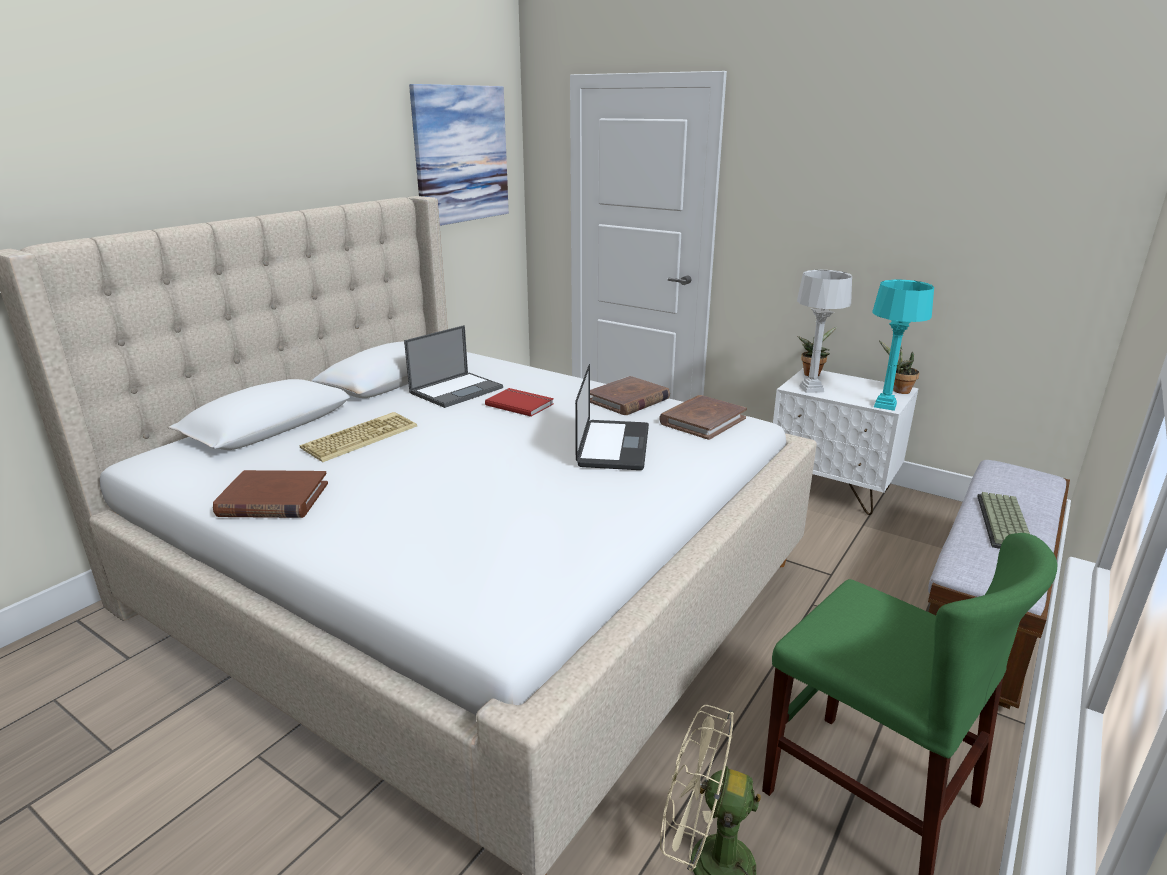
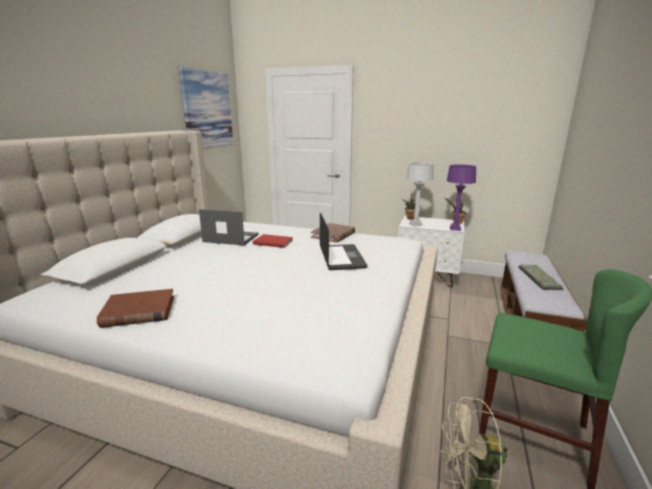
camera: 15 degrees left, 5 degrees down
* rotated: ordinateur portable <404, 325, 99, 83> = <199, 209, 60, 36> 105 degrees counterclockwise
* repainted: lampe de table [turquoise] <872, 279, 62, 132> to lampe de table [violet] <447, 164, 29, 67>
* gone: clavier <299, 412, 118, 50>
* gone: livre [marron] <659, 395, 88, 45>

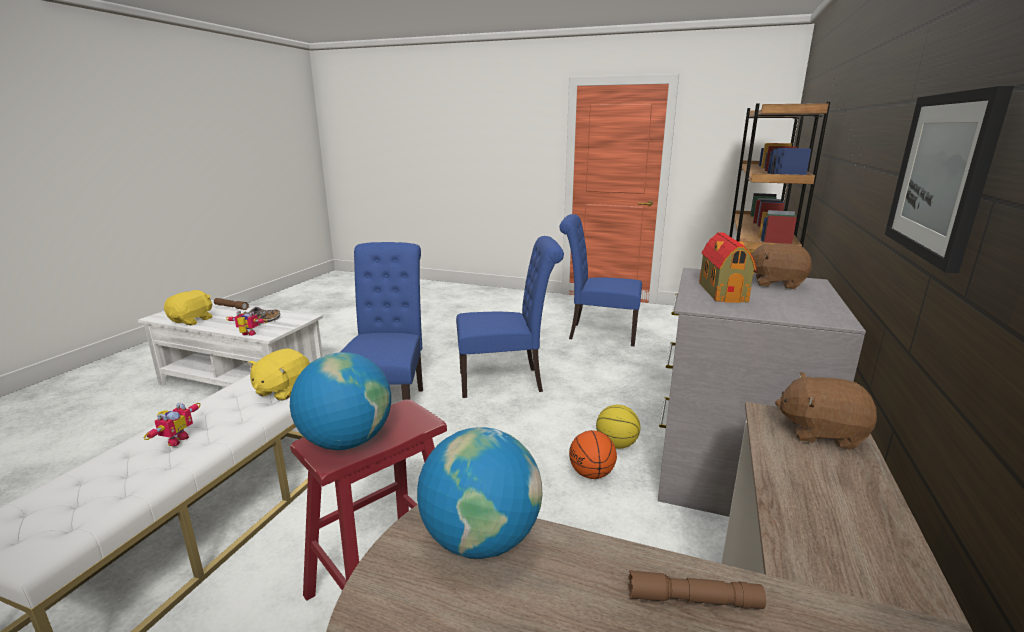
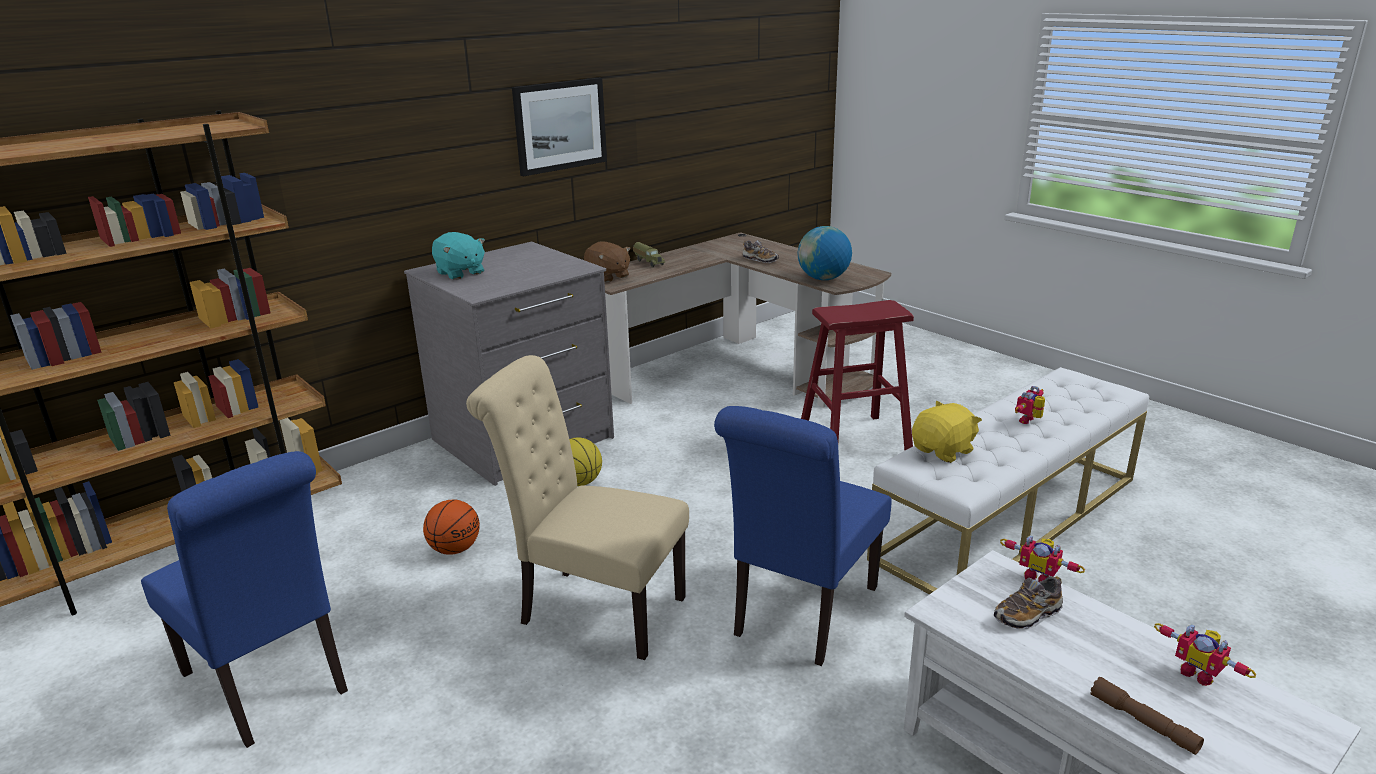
camera: 150 degrees left, 5 degrees up
* shifted: ballon de basket <569, 430, 48, 49> to <423, 499, 57, 56>
* repainted: peluche [marron] <751, 243, 61, 46> to peluche [turquoise] <432, 232, 53, 48>
* repainted: chaise [bleu] <456, 236, 108, 162> to chaise [beige] <466, 355, 223, 305>
* new: camion jouet <633, 242, 32, 25>
* swapped: lampe de poche [marron] <628, 570, 138, 39> to chaussure <743, 240, 36, 23>
* swapped: peluche [jaune] <164, 290, 49, 35> to robot jouet <1154, 623, 103, 63>
* gone: globe <290, 352, 101, 98>
* gone: maison miniature <699, 233, 58, 70>

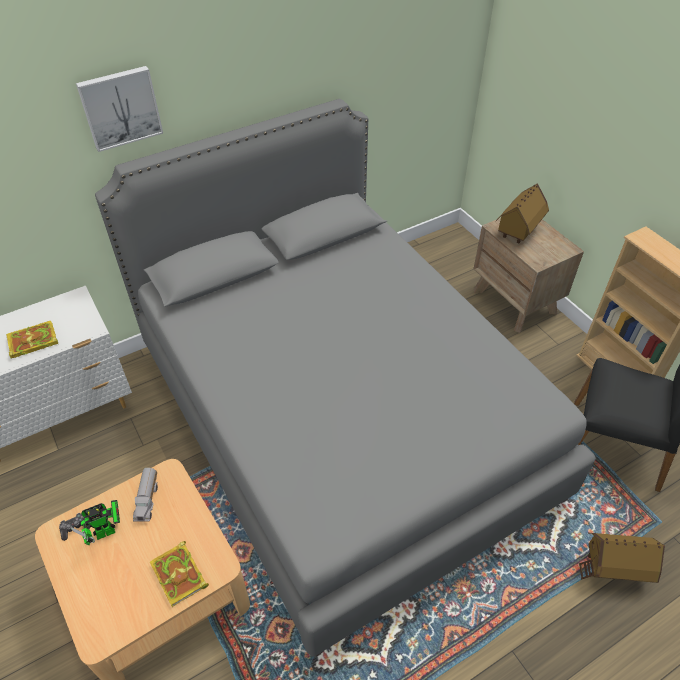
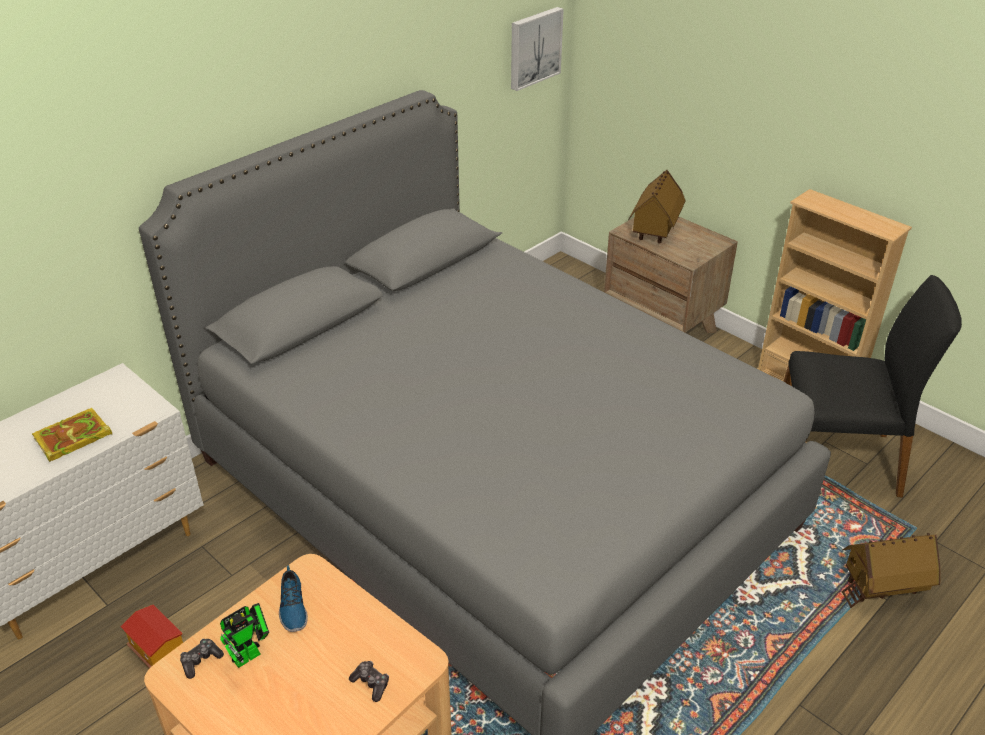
camera: 15 degrees left, 10 degrees down
* new: maison miniature <120, 605, 63, 63>
* swapped: camion jouet <133, 468, 25, 53> to chaussure <279, 565, 29, 67>
* swapped: livre <150, 541, 59, 66> to manette <349, 661, 40, 41>
* shifted: tableau <76, 66, 87, 86> to <511, 7, 53, 84>

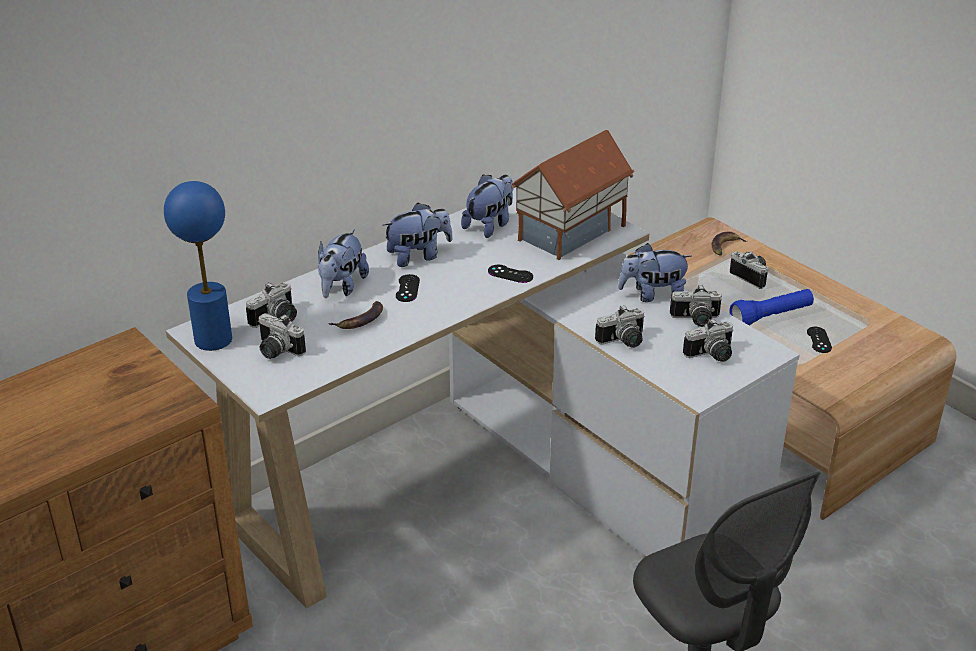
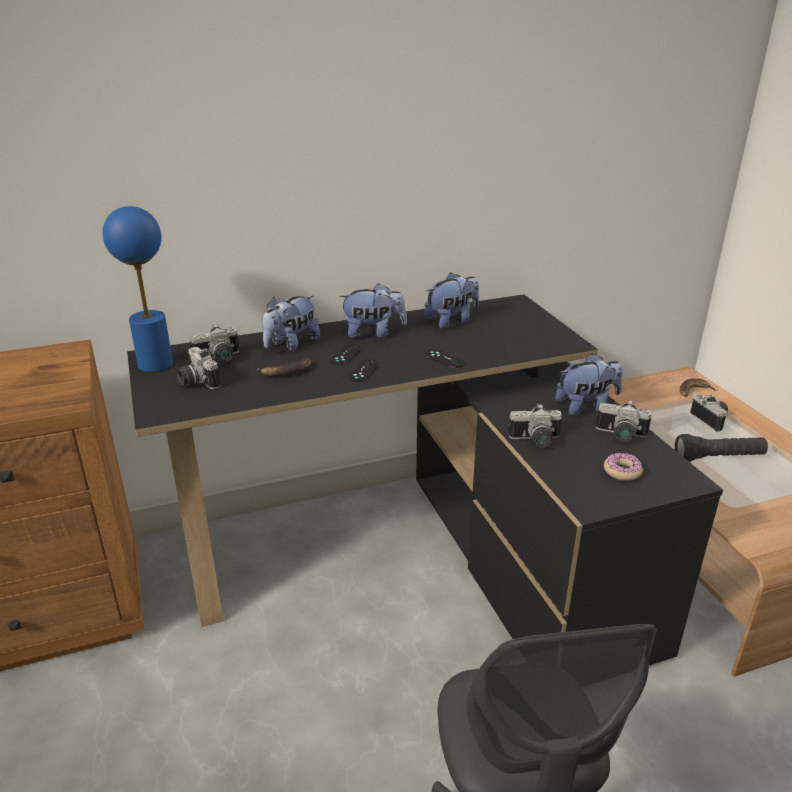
camera: 20 degrees right, 5 degrees down
* repainted: bureau [blanc] <166, 187, 634, 422> to bureau [noir] <127, 295, 596, 370>
* shifted: manette [noir] <807, 327, 25, 26> to <348, 359, 31, 23>
* rotated: peluche <618, 243, 74, 59> = <555, 354, 68, 62> 150 degrees clockwise
* swapped: appareil photo <683, 318, 51, 44> to beignet <604, 453, 39, 28>
* repainted: lampe de poche [bleu] <730, 289, 84, 37> to lampe de poche [noir] <675, 434, 93, 28>
* gone: maison miniature <511, 130, 124, 130>

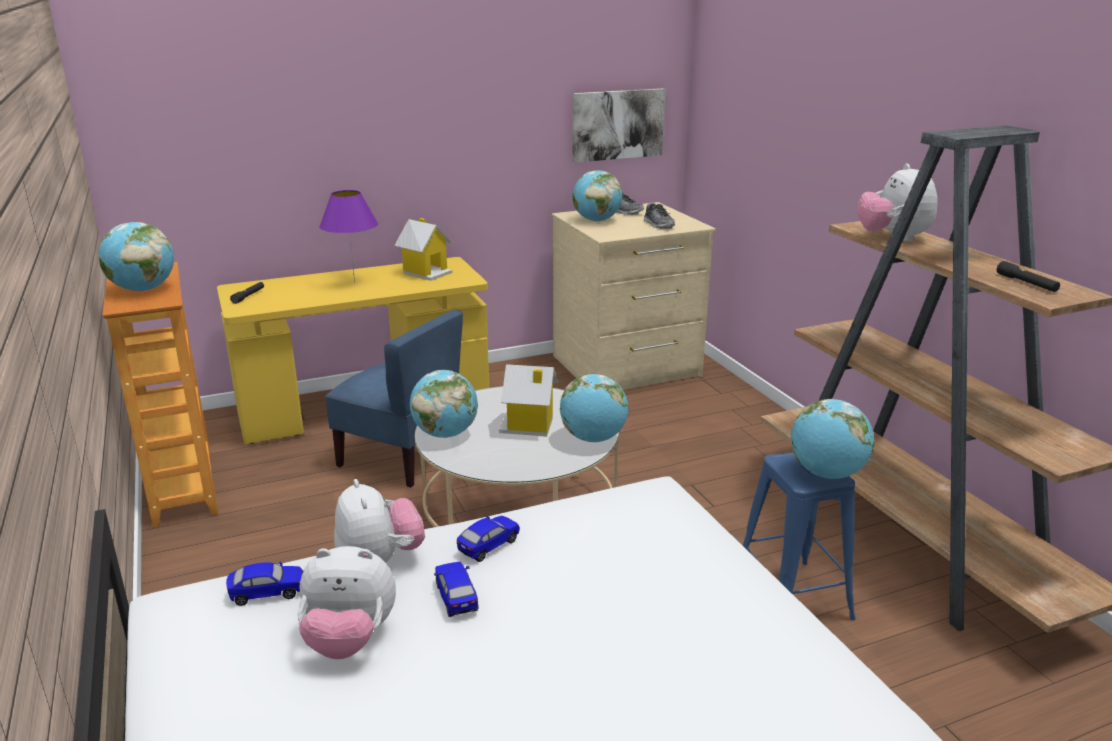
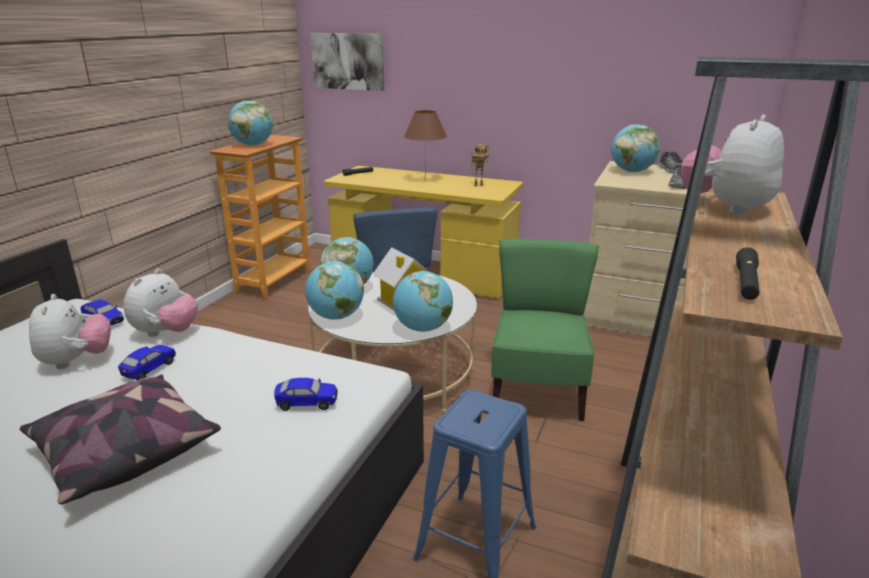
camera: 45 degrees right, 0 degrees up
* new: coussin <19, 374, 202, 130>
* rotated: peluche <297, 546, 99, 113> = <29, 294, 82, 75> 150 degrees counterclockwise
* shifted: petite voiture <457, 516, 63, 46> to <274, 378, 64, 33>
* shifted: globe <791, 399, 84, 80> to <305, 261, 59, 59>
* shifted: tableau <572, 88, 93, 75> to <310, 33, 74, 58>
* repainted: lampe de table [violet] <319, 190, 59, 93> to lampe de table [marron] <404, 110, 43, 71>
* swapped: maison miniature <394, 218, 58, 63> to robot jouet <471, 144, 18, 42>
* new: chaise [vert] <491, 239, 108, 182>

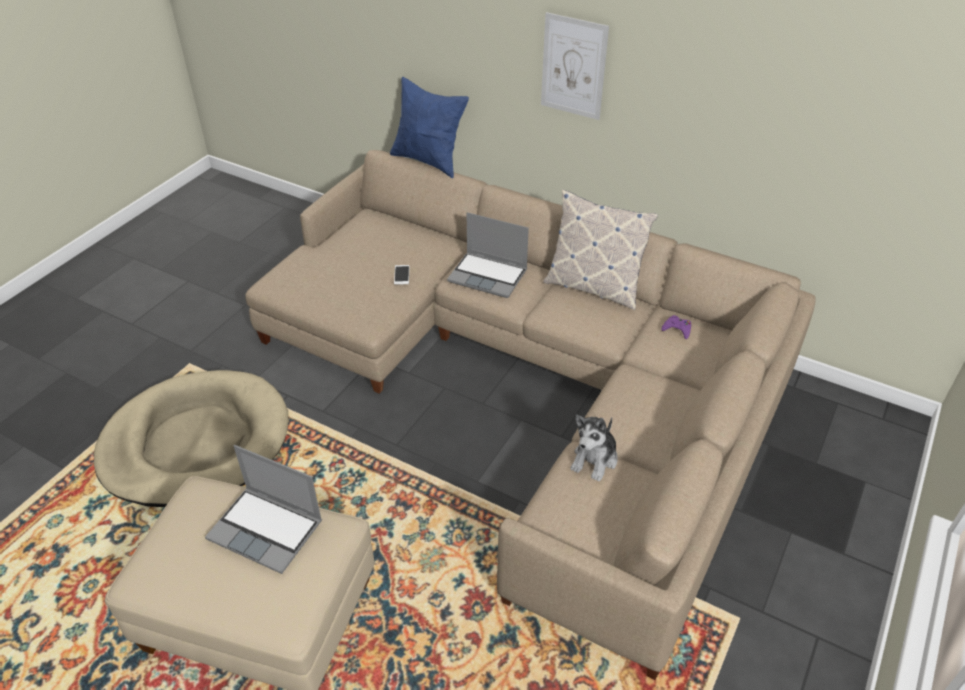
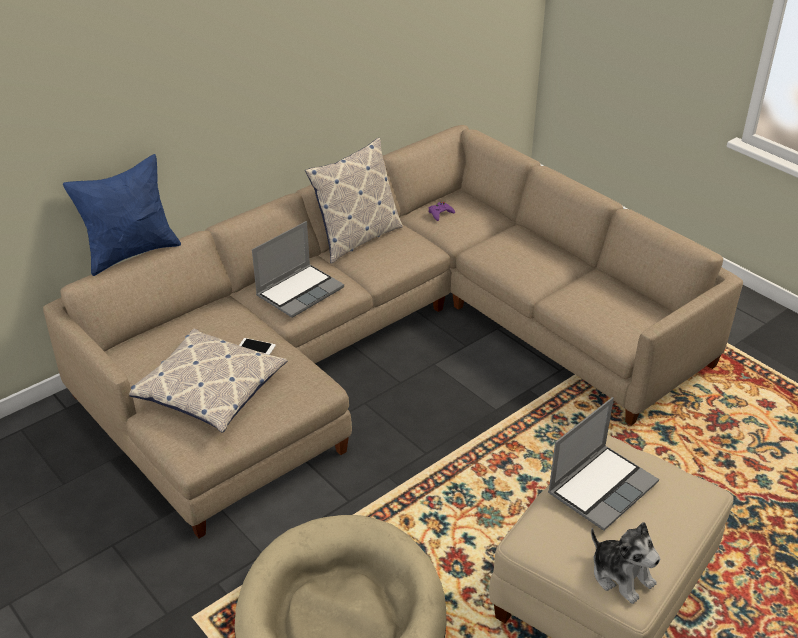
camera: 70 degrees left, 5 degrees down
* new: coussin <129, 329, 159, 104>
* shifted: peluche <570, 415, 48, 66> to <591, 522, 69, 82>
* gone: tableau <541, 12, 68, 108>

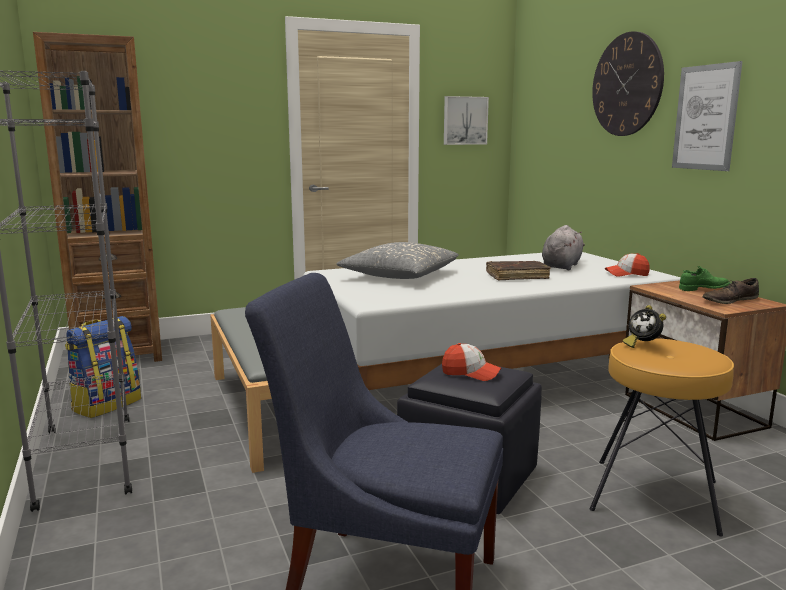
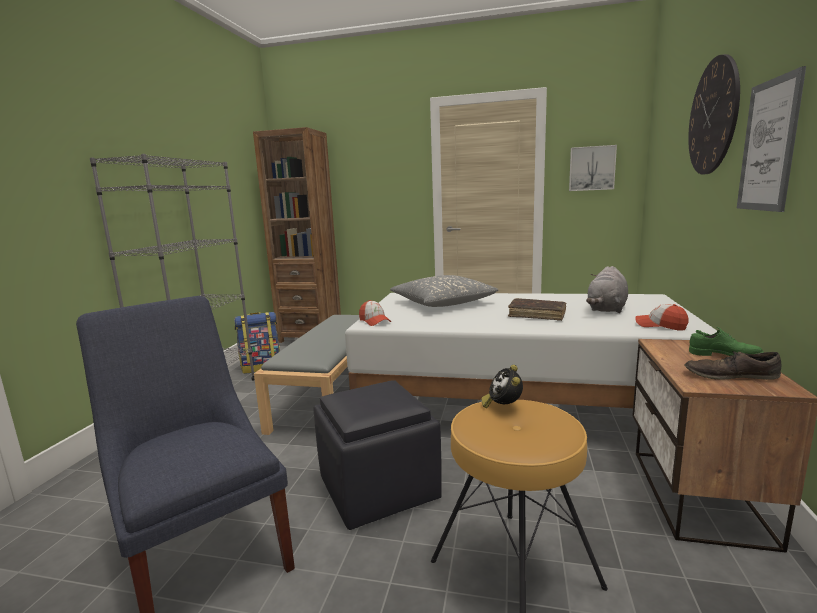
camera: 35 degrees right, 0 degrees up
* shifted: casquette <442, 343, 60, 38> to <359, 300, 33, 26>
* rotated: peluche [gris] <542, 225, 43, 45> = <586, 266, 42, 47> 150 degrees clockwise

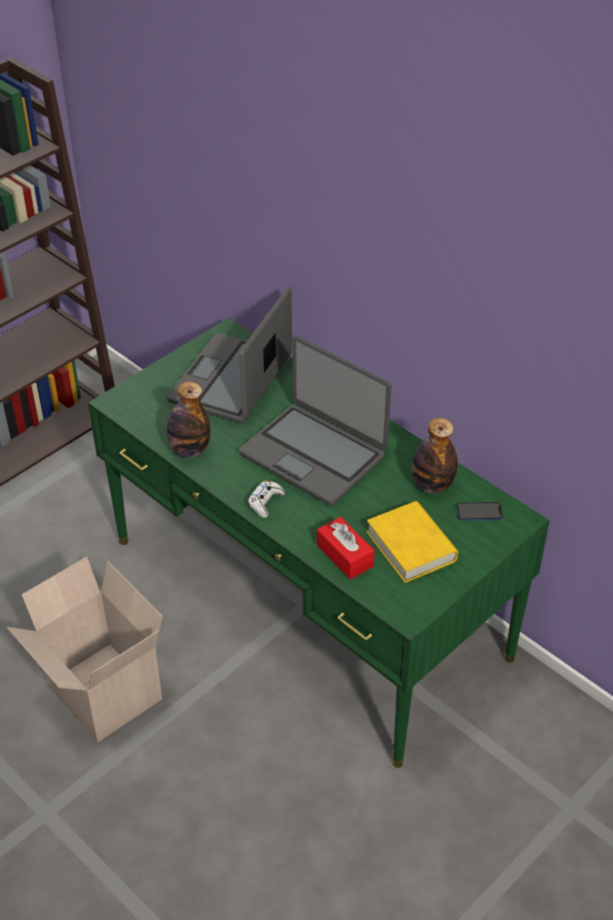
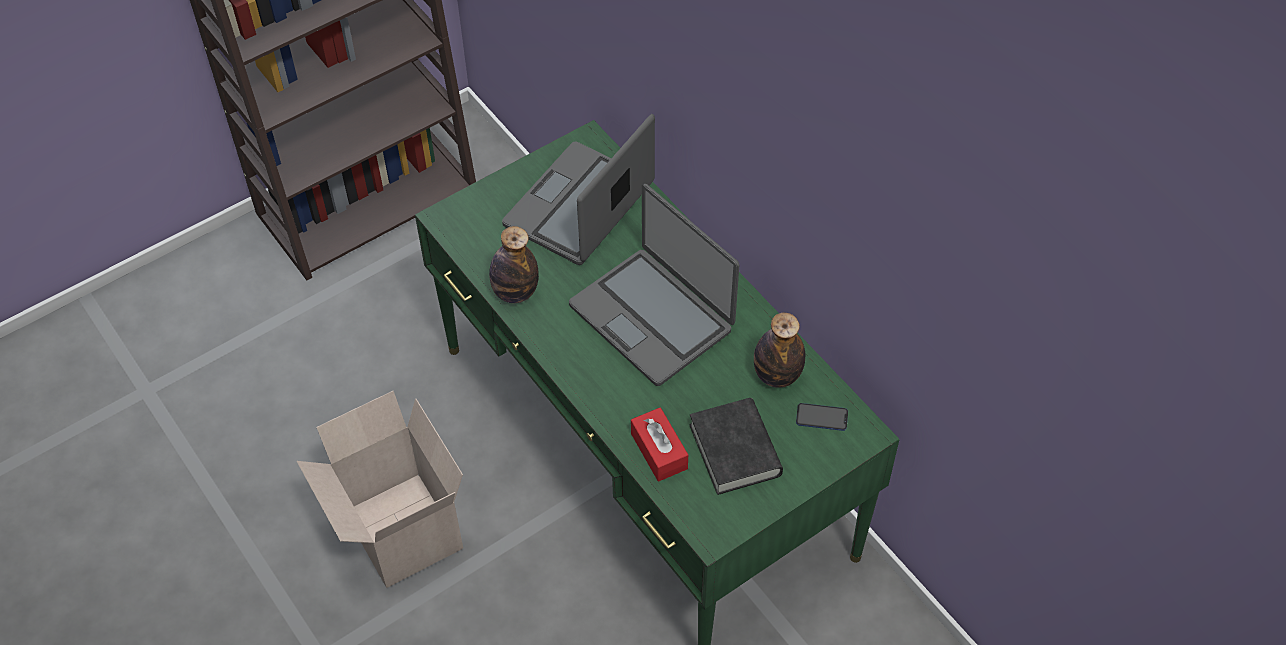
camera: 10 degrees right, 10 degrees up
* repainted: livre [jaune] <366, 501, 92, 82> to livre [noir] <689, 398, 94, 97>
* gone: manette [blanc] <247, 480, 38, 38>

